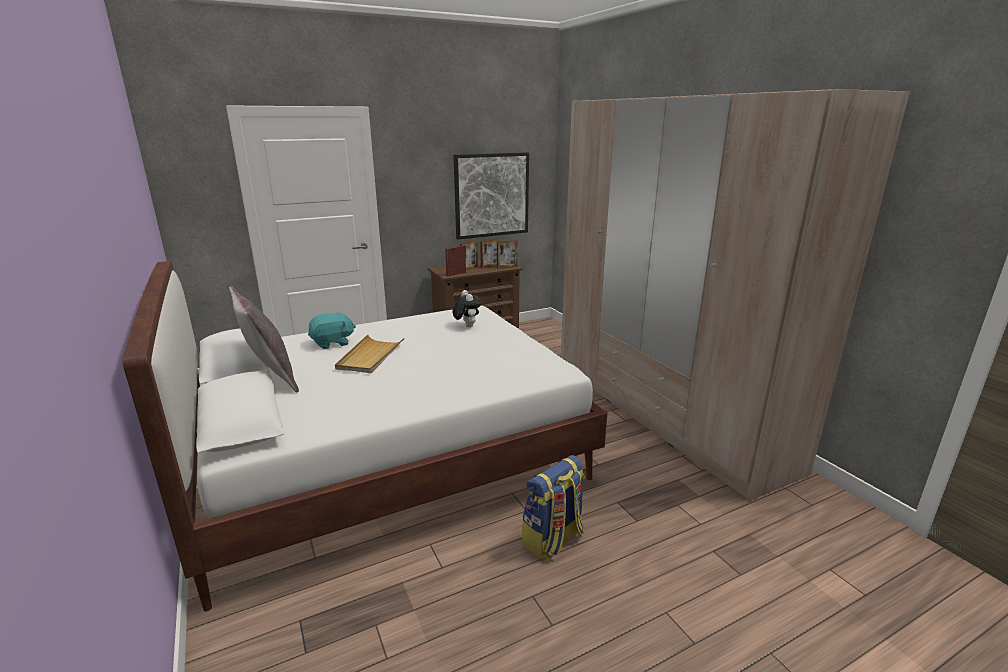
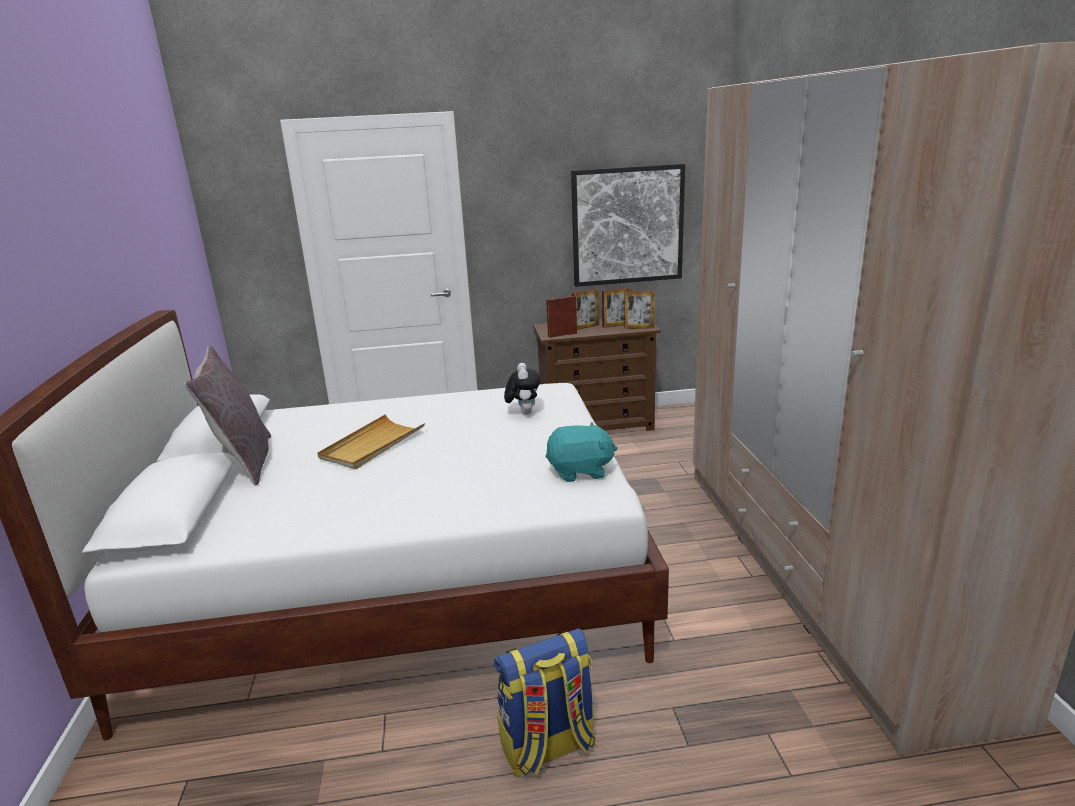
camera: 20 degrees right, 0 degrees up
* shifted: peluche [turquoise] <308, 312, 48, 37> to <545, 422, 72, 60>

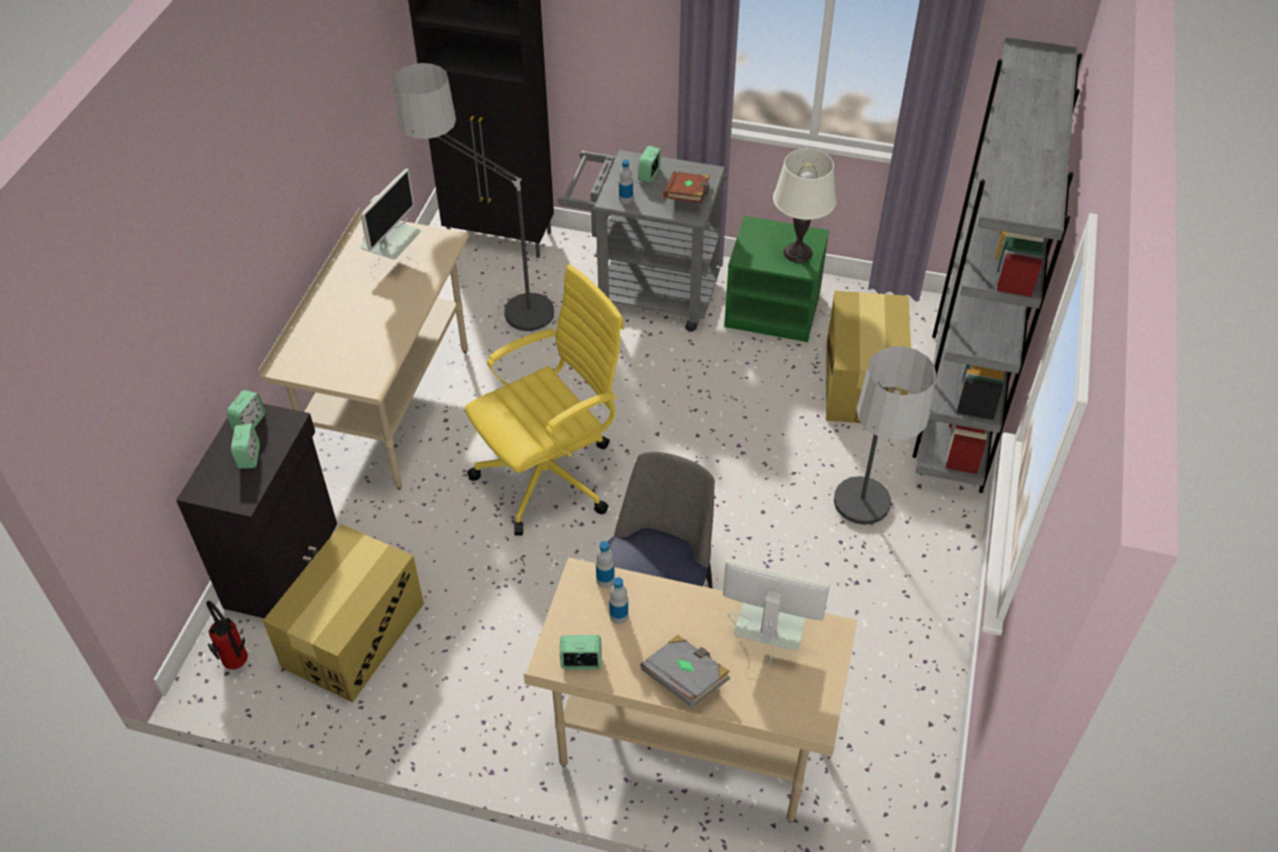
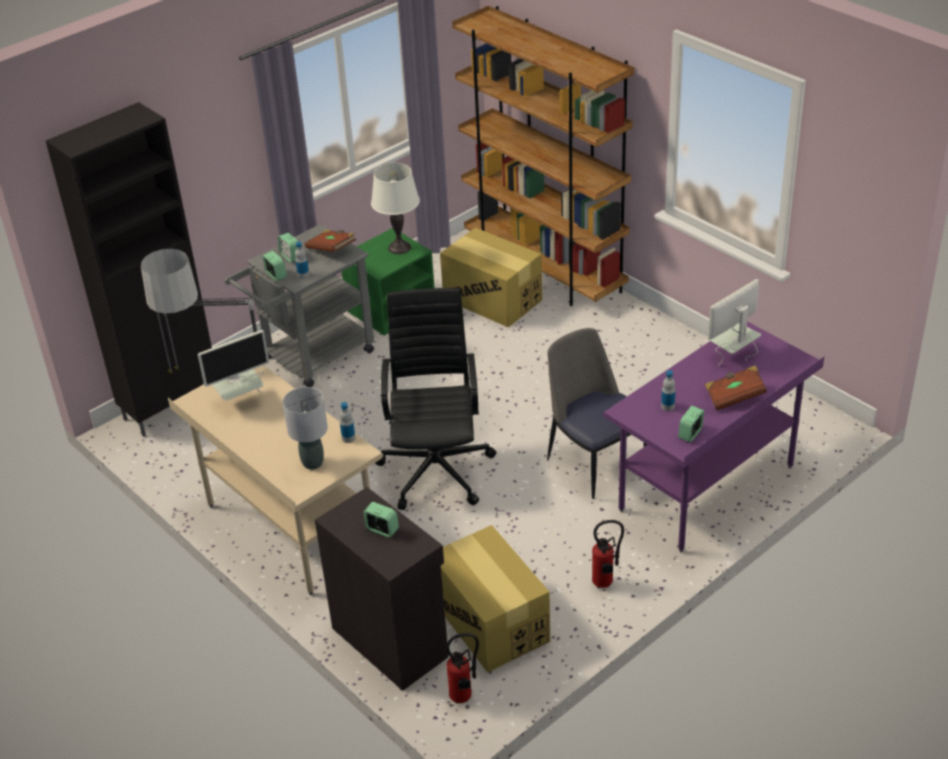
camera: 55 degrees left, 10 degrees down
* rotated: écran d'ordinateur <361, 169, 60, 90> = <198, 330, 71, 71> 90 degrees clockwise
* shifted: réveil <226, 390, 39, 41> to <263, 251, 24, 30>
* new: lampe de table [gris] <283, 387, 45, 83>
* shifted: bouteille <596, 541, 19, 47> to <339, 402, 16, 41>
* repainted: chaise de bureau [jaune] <465, 264, 160, 271> to chaise de bureau [noir] <375, 288, 122, 222>
* repainted: bibliothèque [gris] <913, 37, 169, 456> to bibliothèque [marron] <452, 6, 182, 300>
* new: extincteur <592, 520, 32, 68>
* repainted: bureau [beige] <523, 557, 334, 266> to bureau [violet] <603, 322, 221, 230>
* repainted: livre [gris] <640, 634, 90, 74> to livre [marron] <705, 365, 62, 46>
* gone: lampadaire <834, 346, 102, 186>

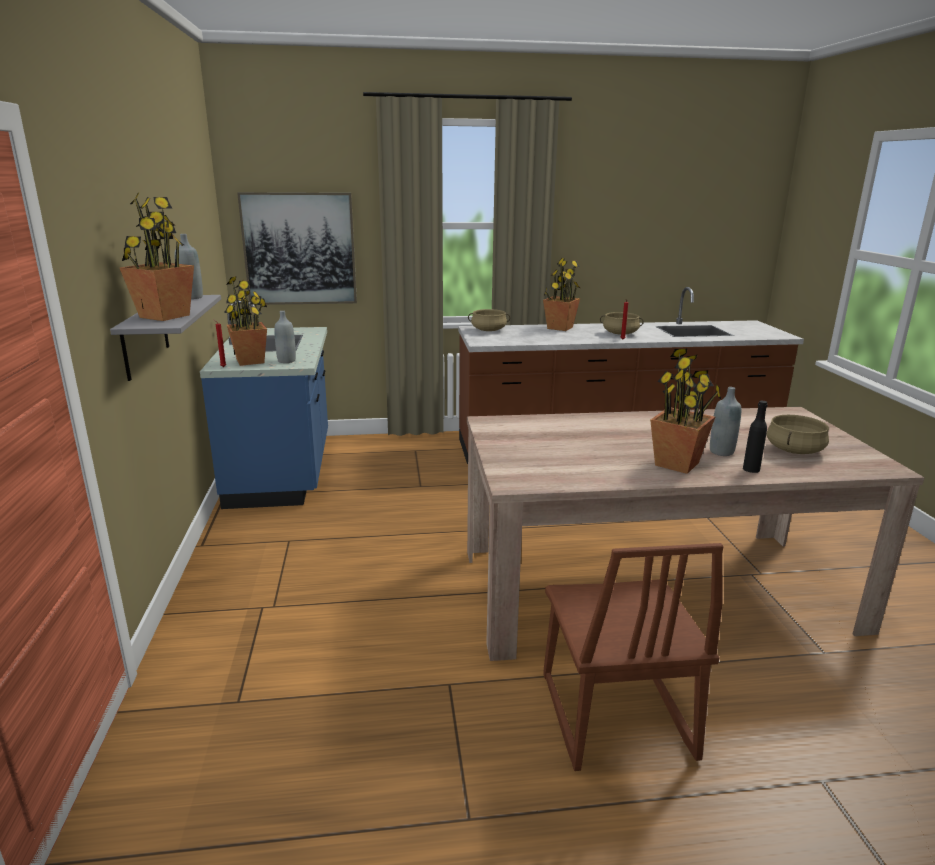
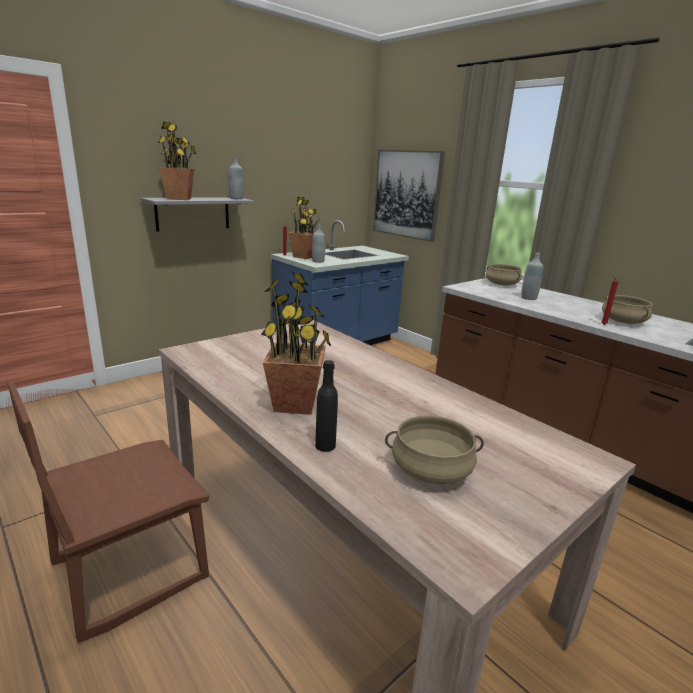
camera: 55 degrees right, 0 degrees up
* shifted: bouteille [gris] <710, 387, 31, 69> to <521, 253, 22, 47>
* gone: plante en pot <543, 258, 37, 73>

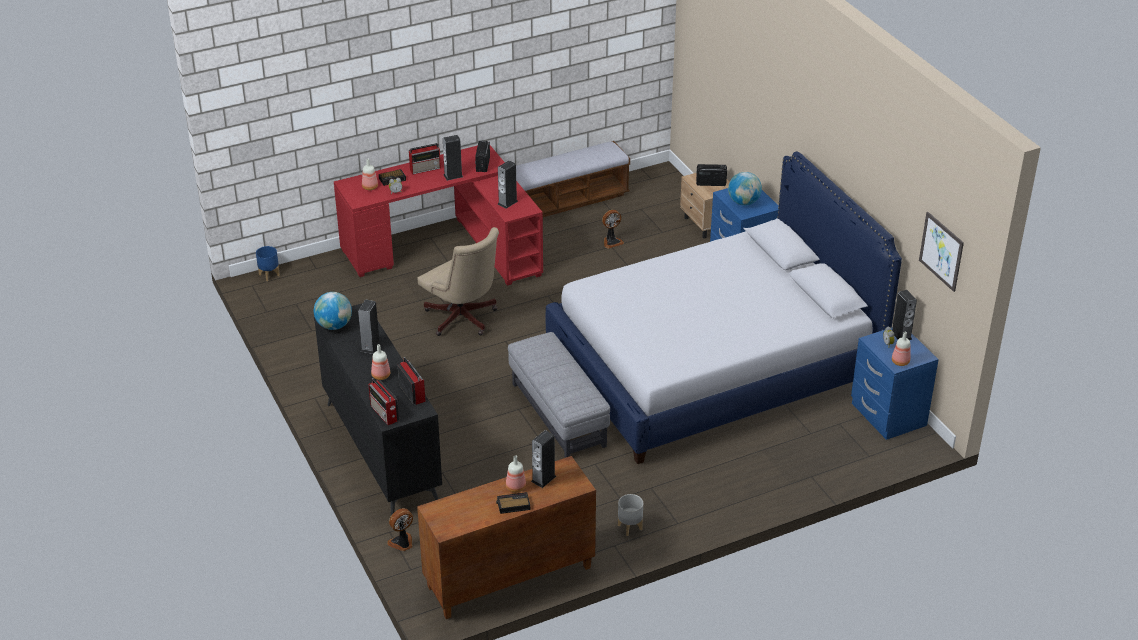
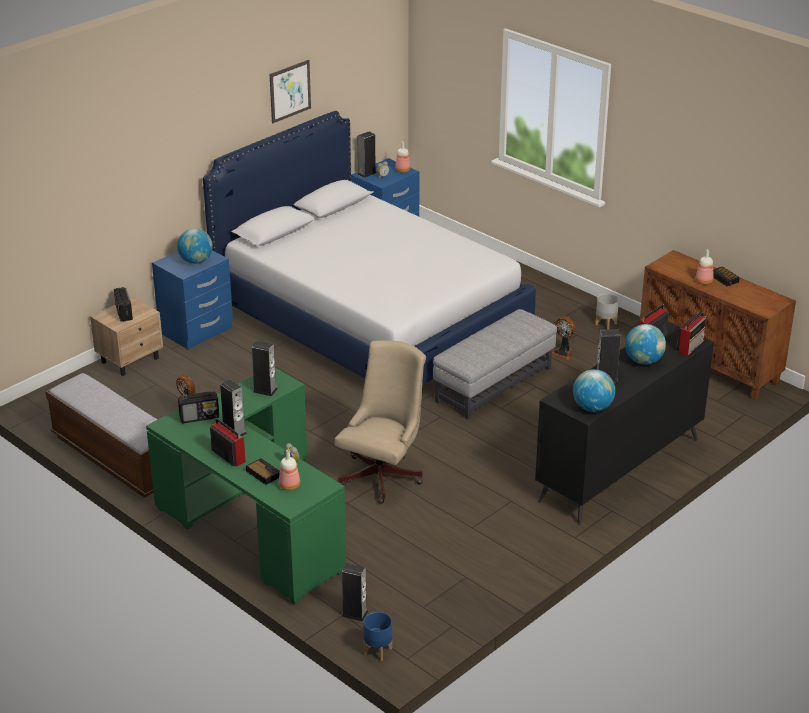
camera: 110 degrees left, 5 degrees down
* repainted: bureau [rouge] <334, 145, 209, 141> to bureau [vert] <146, 368, 200, 236>
* shifted: tableau <919, 212, 45, 80> to <270, 60, 41, 63>
* shifted: enceinte <531, 430, 25, 58> to <342, 563, 26, 58>
* shifted: ventilateur <387, 508, 26, 43> to <552, 317, 24, 43>
* swapped: bouteille <371, 344, 19, 36> to globe <625, 324, 41, 41>

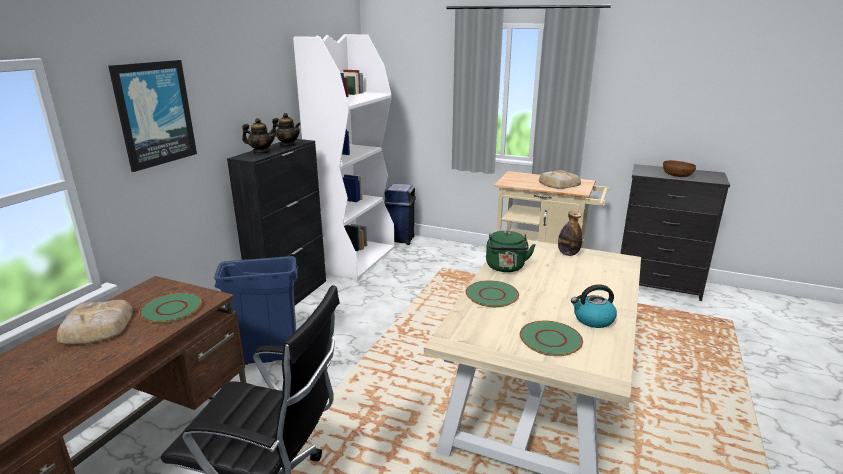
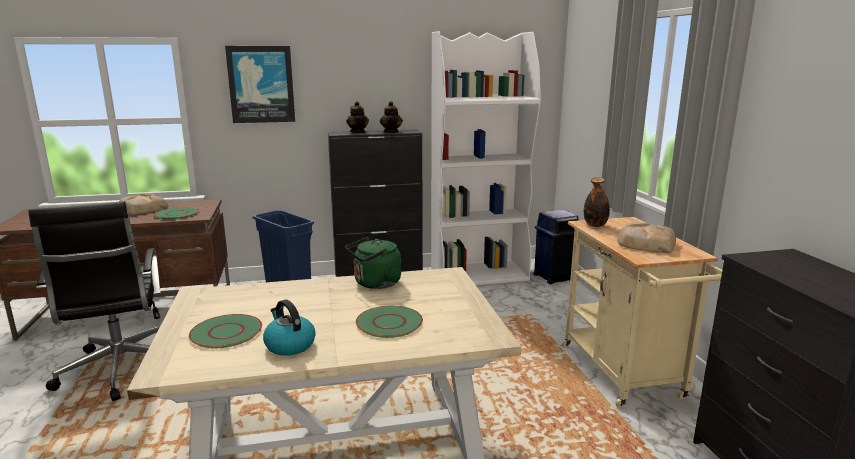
camera: 55 degrees right, 5 degrees down
* shifted: assiette [vert] <466, 281, 53, 26> to <356, 306, 67, 32>
* shifted: bouteille <558, 211, 25, 45> to <584, 177, 26, 50>
* gone: bol [marron] <663, 160, 33, 17>

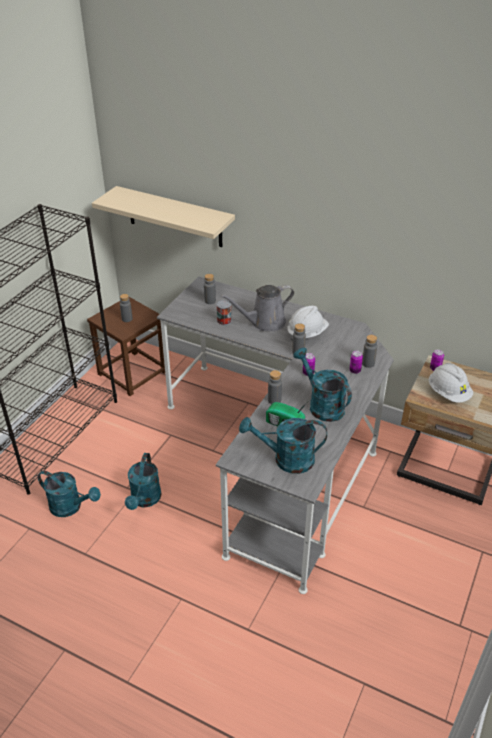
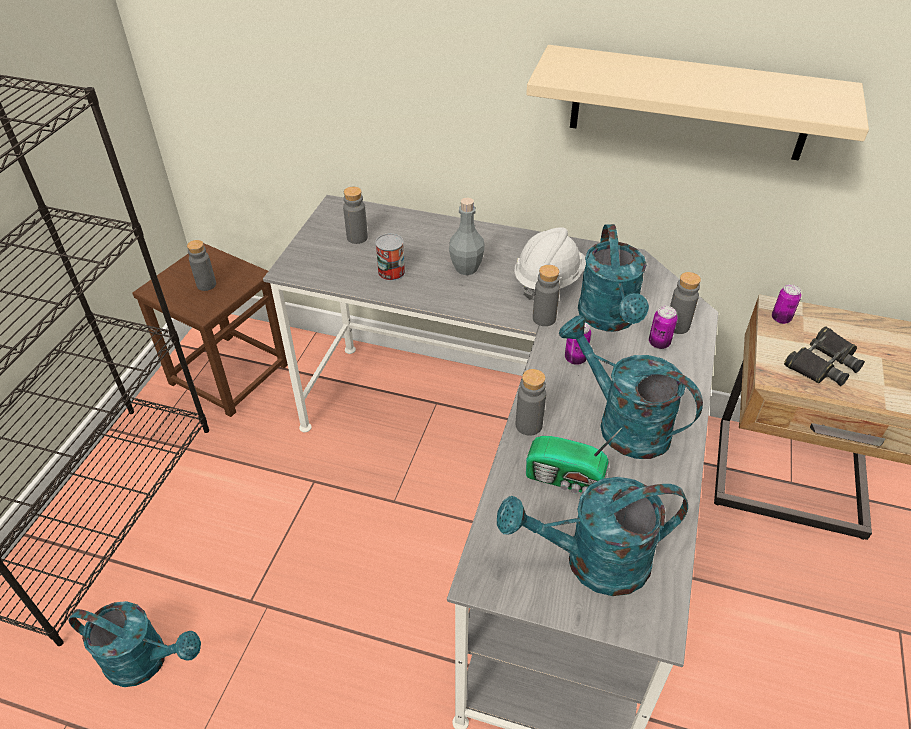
camera: 10 degrees left, 5 degrees up
* swapped: arrosoir [gris] <221, 285, 73, 46> to bouteille [gris] <449, 197, 35, 78>
* shifted: étagère [beige] <92, 186, 143, 61> to <526, 45, 343, 116>
* shifted: arrosoir [turquoise] <125, 453, 37, 57> to <578, 224, 71, 108>
* swapped: casque de chantier [blanc] <429, 363, 44, 40> to jumelles [noir] <784, 326, 81, 60>

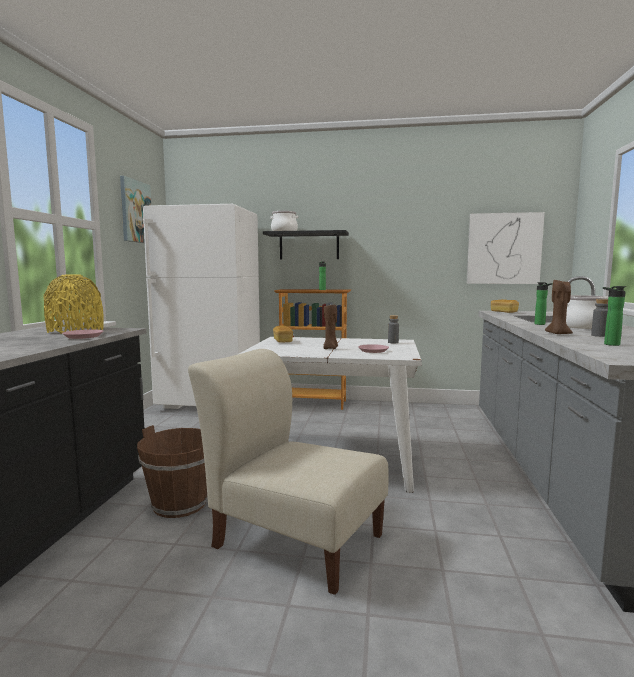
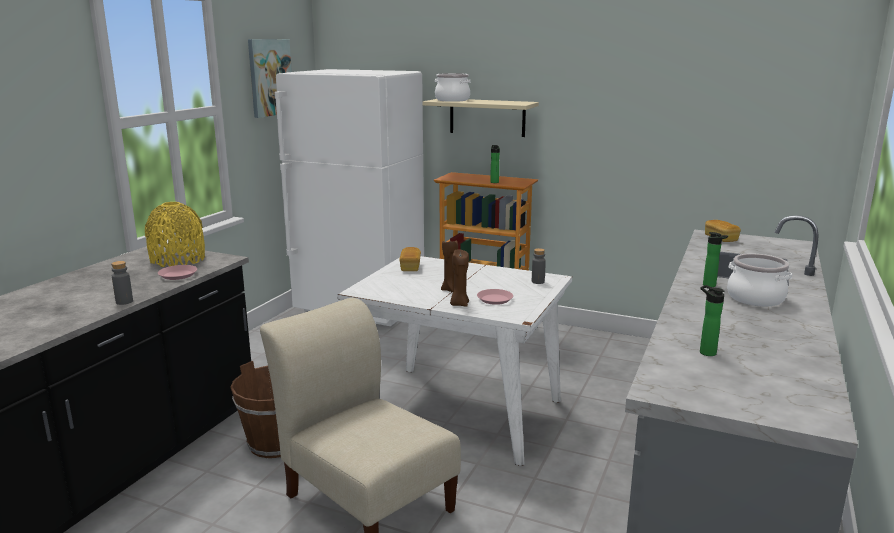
camera: 15 degrees right, 10 degrees up
* shifted: bouteille [gris] <591, 299, 17, 38> to <111, 261, 22, 44>
* repainted: étagère [noir] <263, 230, 86, 29> to étagère [beige] <422, 99, 117, 38>
* shifted: bougie [marron] <545, 279, 28, 55> to <450, 249, 19, 58>
* gone: tableau <466, 212, 79, 72>

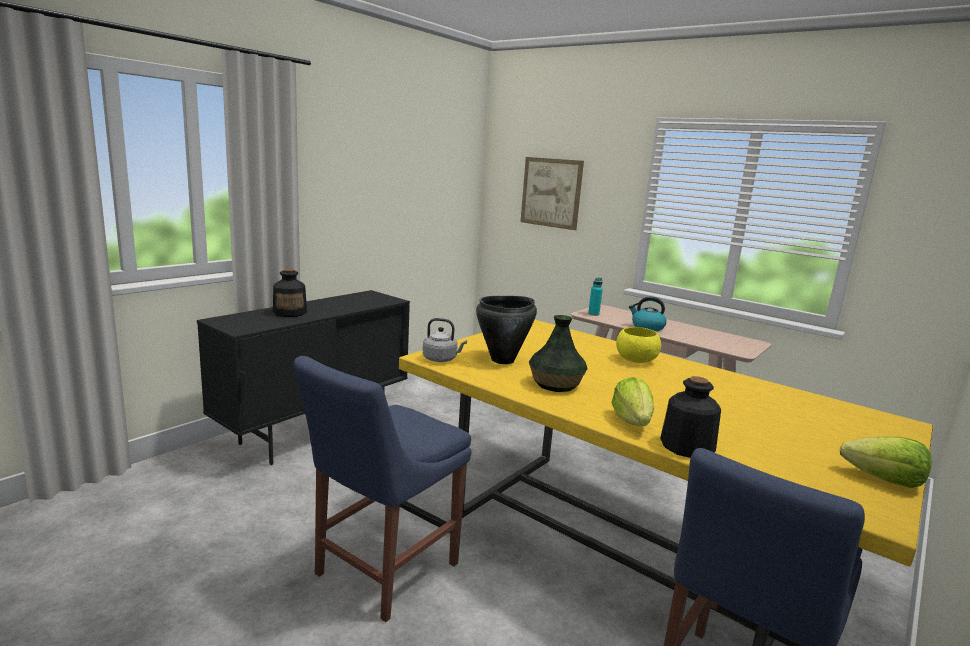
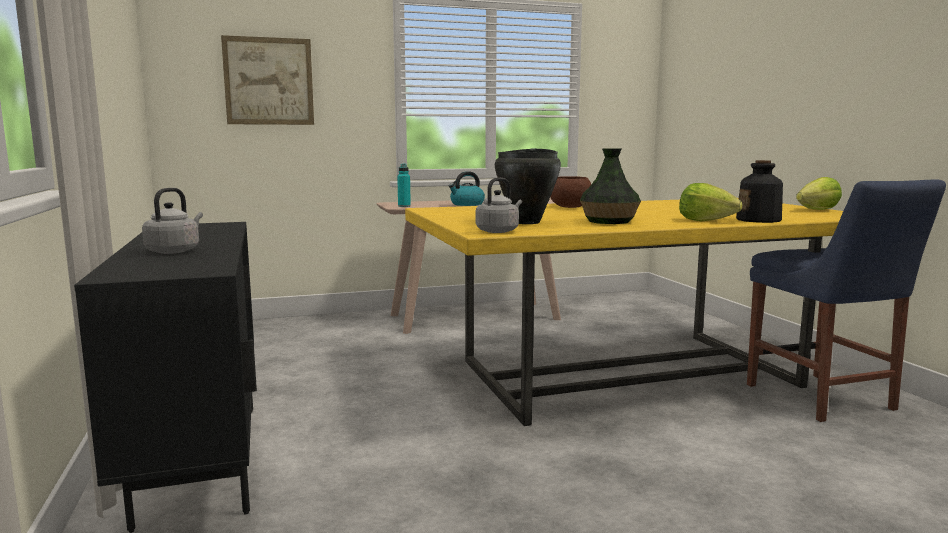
camera: 55 degrees left, 5 degrees down
* swapped: bouteille <273, 269, 34, 48> to bouilloire [gris] <142, 188, 61, 66>
* repainted: bol [jaune] <616, 327, 45, 36> to bol [marron] <551, 176, 40, 32>
* gone: chaise [bleu] <294, 356, 178, 266>

